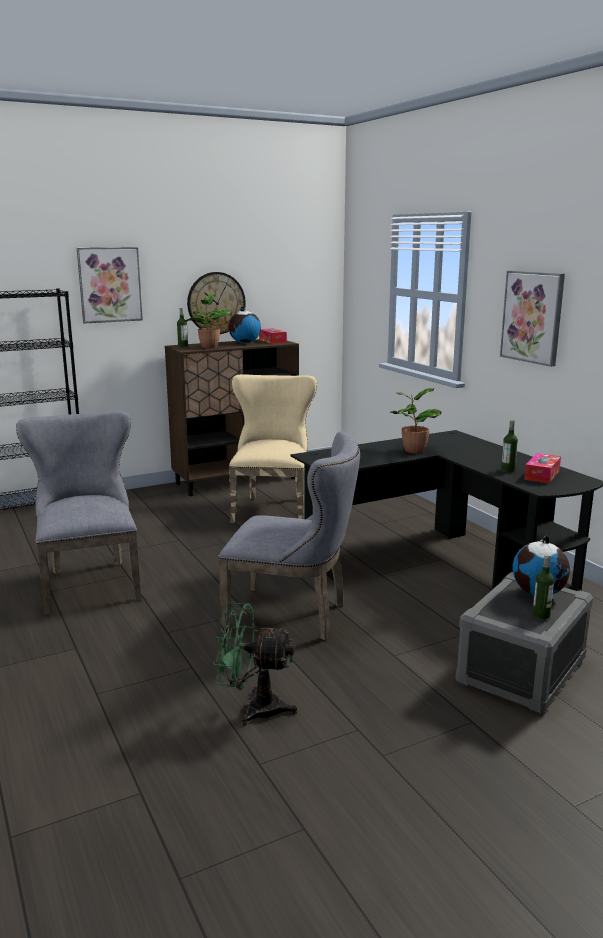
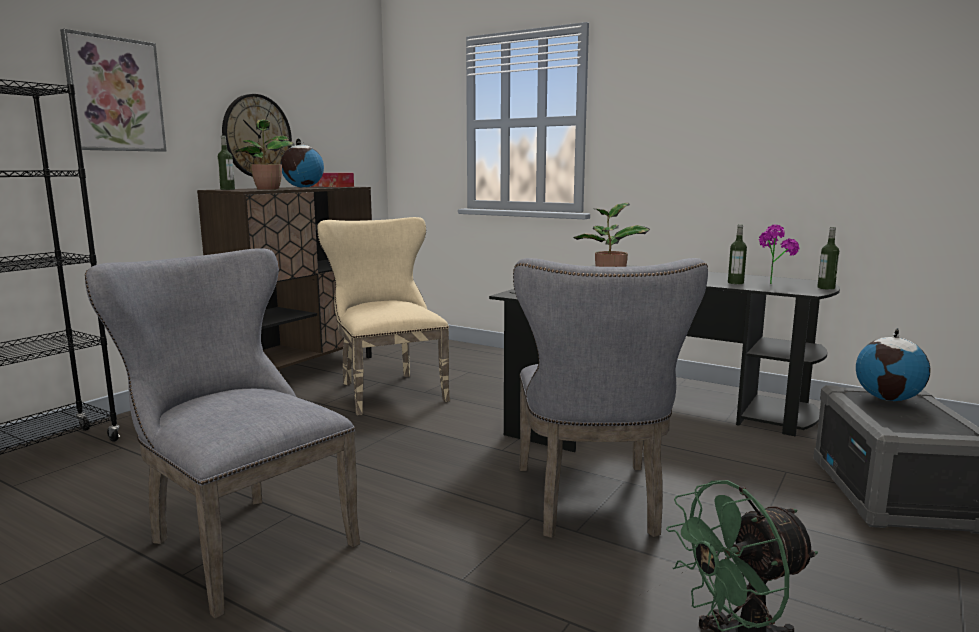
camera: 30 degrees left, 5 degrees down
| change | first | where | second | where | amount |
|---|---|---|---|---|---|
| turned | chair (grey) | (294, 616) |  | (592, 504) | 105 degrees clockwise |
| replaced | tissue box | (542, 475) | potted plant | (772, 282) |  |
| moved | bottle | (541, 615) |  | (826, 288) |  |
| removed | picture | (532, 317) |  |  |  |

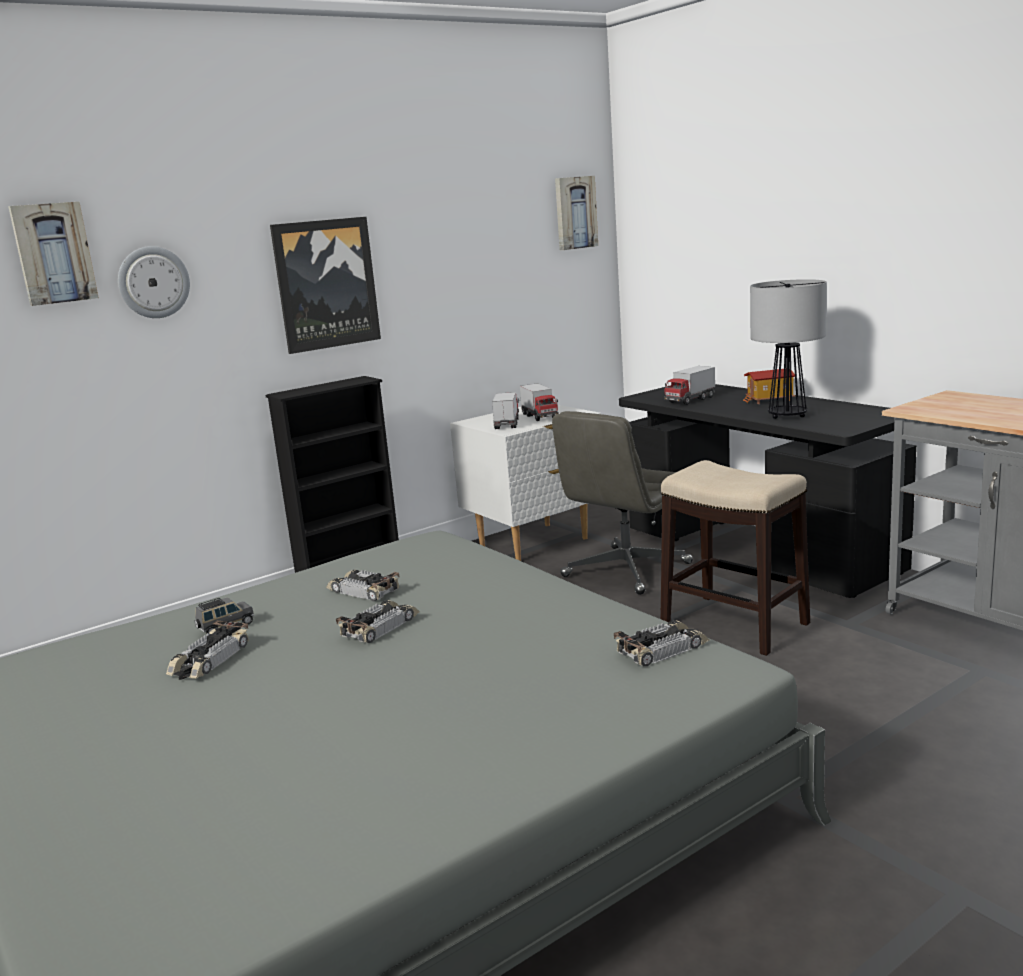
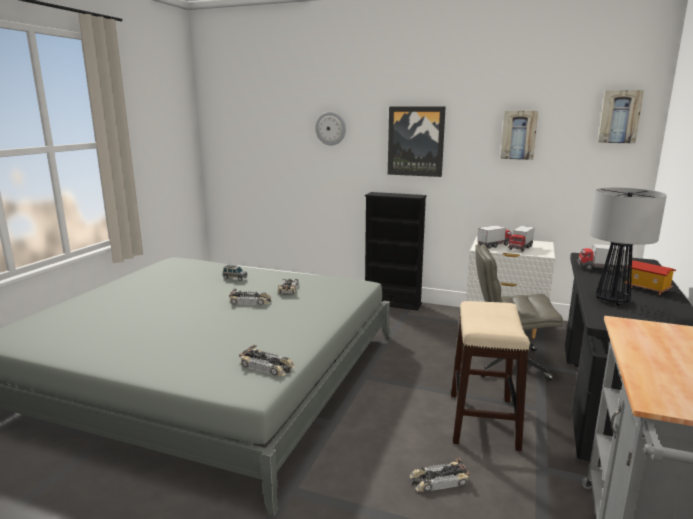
camera: 55 degrees right, 0 degrees up
| change | first | where | second | where | amount |
|---|---|---|---|---|---|
| moved | toy car | (209, 660) |  | (438, 481) |  |
| moved | picture | (53, 253) |  | (518, 135) |  |

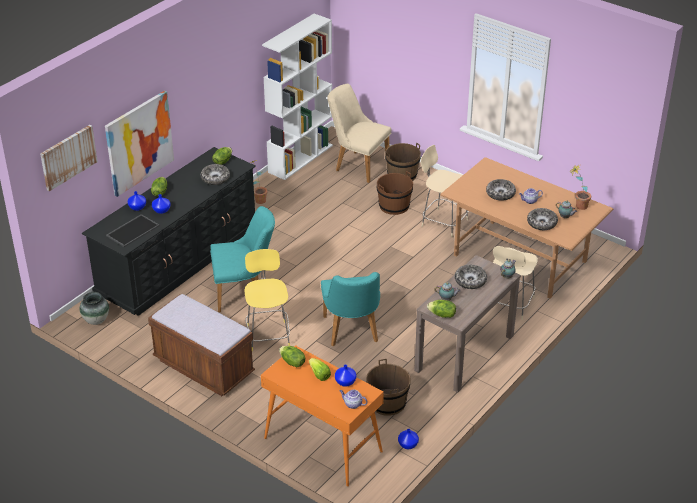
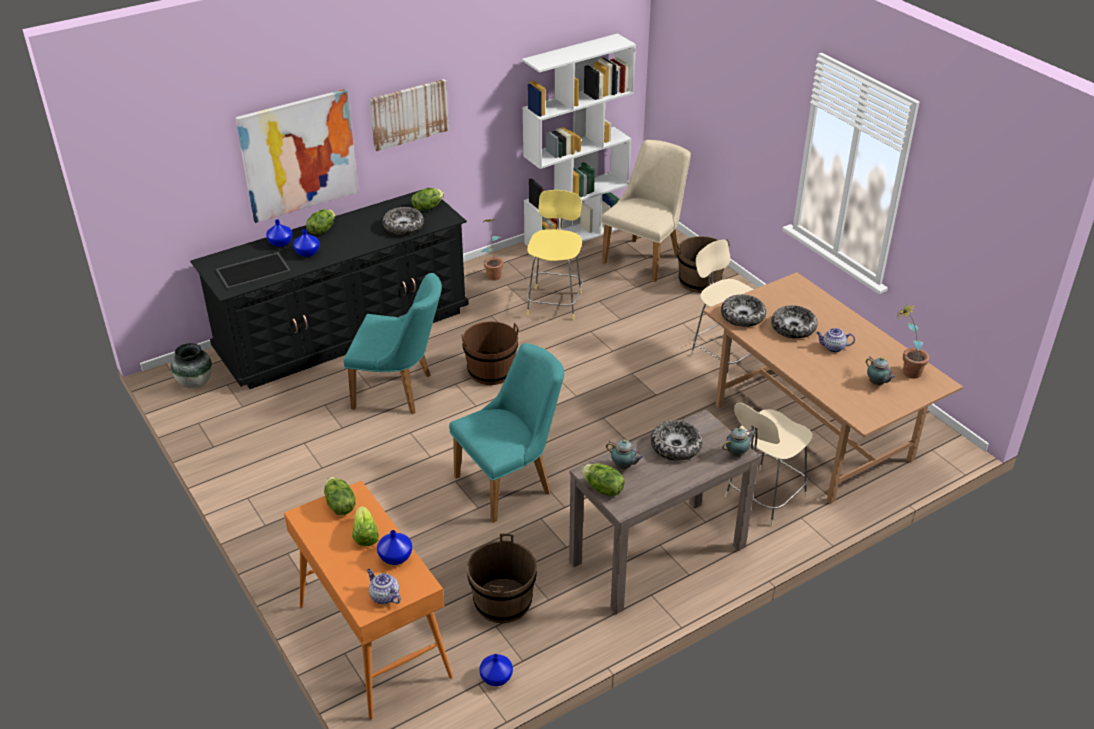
camera: 20 degrees right, 0 degrees up
| change | first | where | second | where | amount |
|---|---|---|---|---|---|
| moved | picture | (68, 157) |  | (409, 114) |  |
| turned | chair (turquoise) | (352, 333) |  | (511, 482) | 135 degrees counterclockwise |
| moved | bucket (brown) | (394, 206) |  | (491, 371) |  |
| moved | stool (yellow) | (268, 335) |  | (554, 302) |  |
| turned | chair (beige) | (357, 165) |  | (646, 256) | 75 degrees clockwise |
| moved | bowl | (541, 223) |  | (742, 316) |  |
| removed | bench (brown) | (203, 367) |  |  |  |

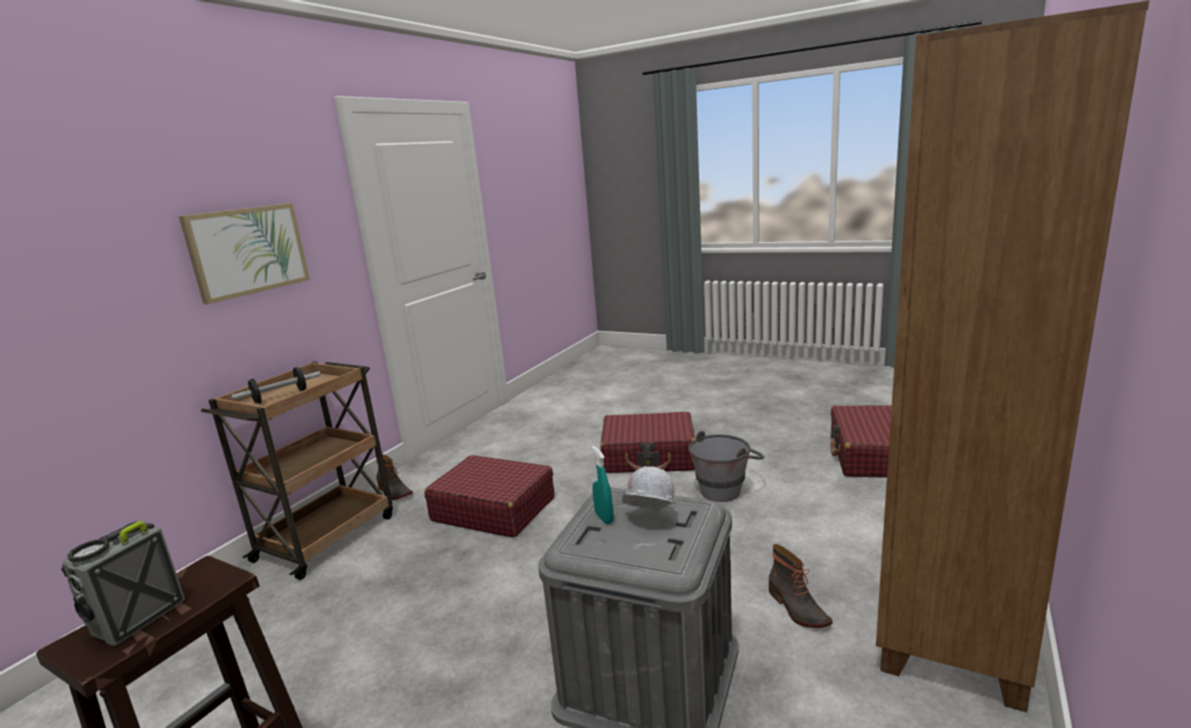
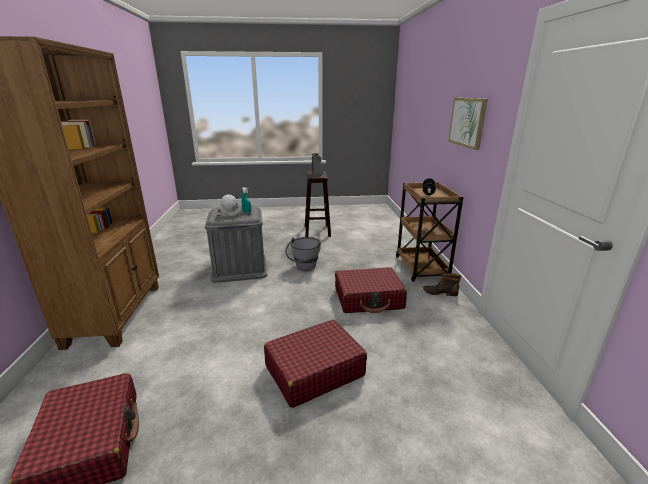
camera: 145 degrees right, 5 degrees up
| change | first | where | second | where | amount |
|---|---|---|---|---|---|
| moved | bucket (grey) | (726, 488) |  | (304, 267) |  |
| removed | boot | (797, 608) |  |  |  |

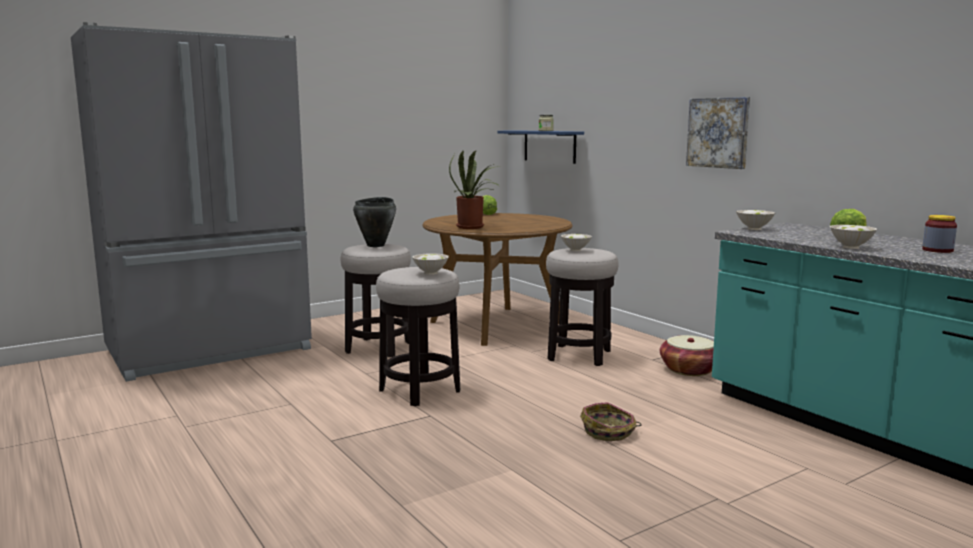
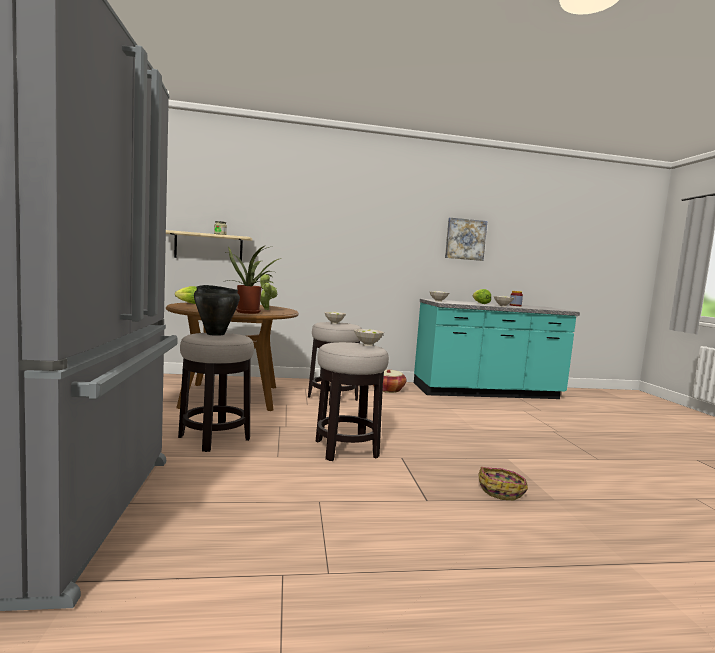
camera: 65 degrees left, 5 degrees down
| change | first | where | second | where | amount |
|---|---|---|---|---|---|
| recoloured | shelf (blue) | (549, 146) | shelf (beige) | (208, 247) |  |
| added |  |  | potted plant | (266, 309) |  |
| moved | picture | (718, 132) |  | (465, 239) |  |
| moved | basket | (609, 432) |  | (501, 490) |  |

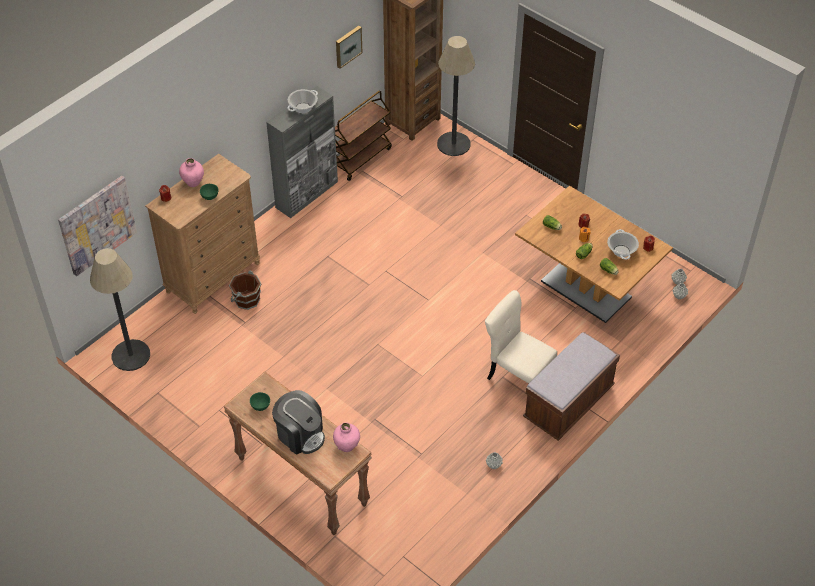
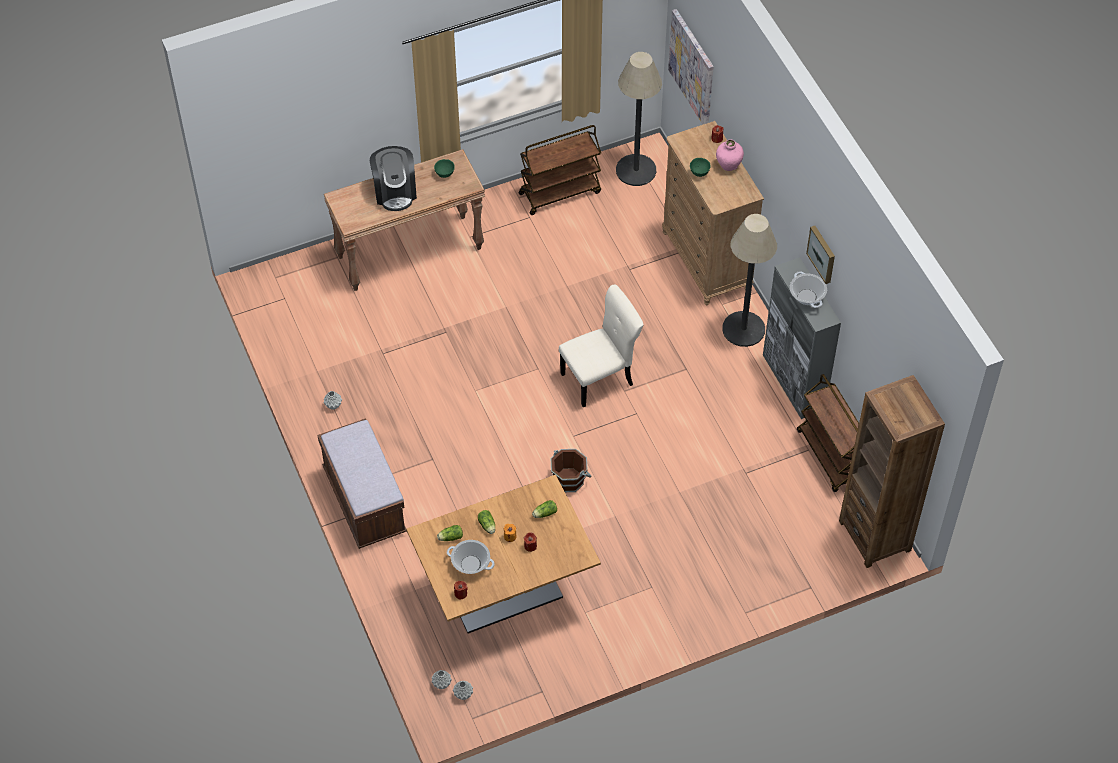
camera: 115 degrees right, 5 degrees up
| change | first | where | second | where | amount |
|---|---|---|---|---|---|
| turned | coffee machine | (300, 434) |  | (395, 191) | 75 degrees counterclockwise |
| added |  |  | cart (brown) | (560, 192) |  |
| moved | bucket (brown) | (246, 300) |  | (569, 479) |  |
| moved | chair (beige) | (517, 376) |  | (600, 378) |  |
| moved | floor lamp | (453, 144) |  | (743, 329) |  |
| moved | picture | (347, 46) |  | (822, 254) |  |
| removed | vase (pink) | (347, 446) |  |  |  |

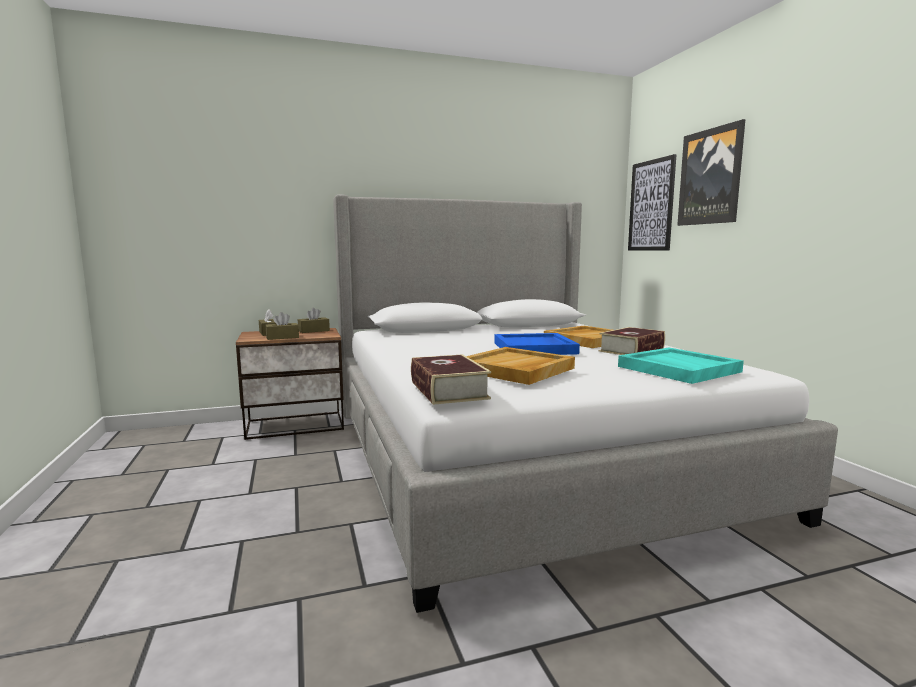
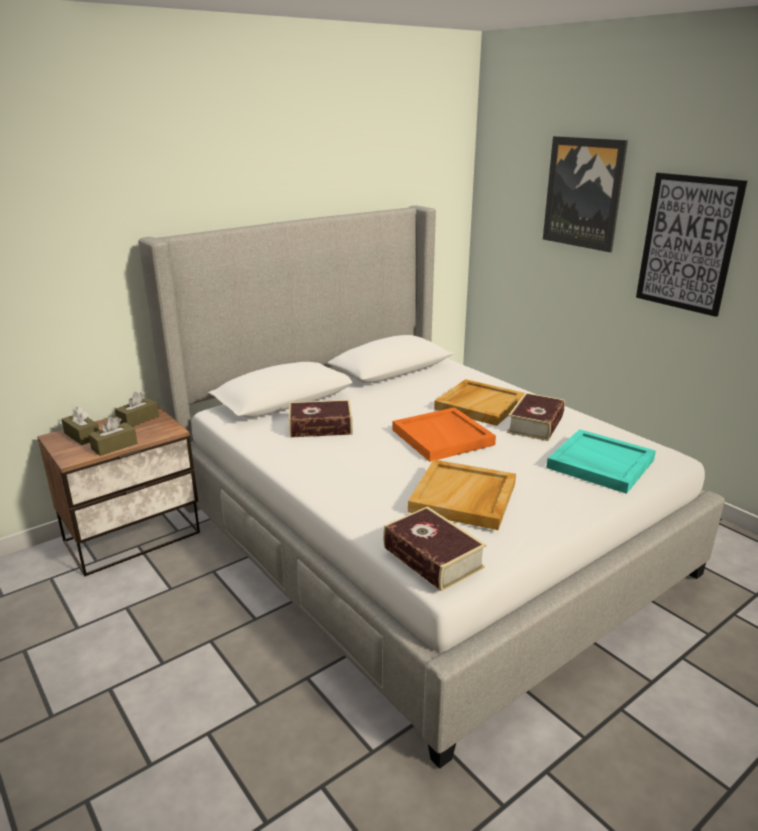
camera: 20 degrees left, 15 degrees up
| change | first | where | second | where | amount |
|---|---|---|---|---|---|
| added |  |  | book | (320, 427) |  |
| recoloured | tray (blue) | (535, 348) | tray (orange) | (443, 437) |  |
| moved | picture | (651, 205) |  | (687, 243) |  |

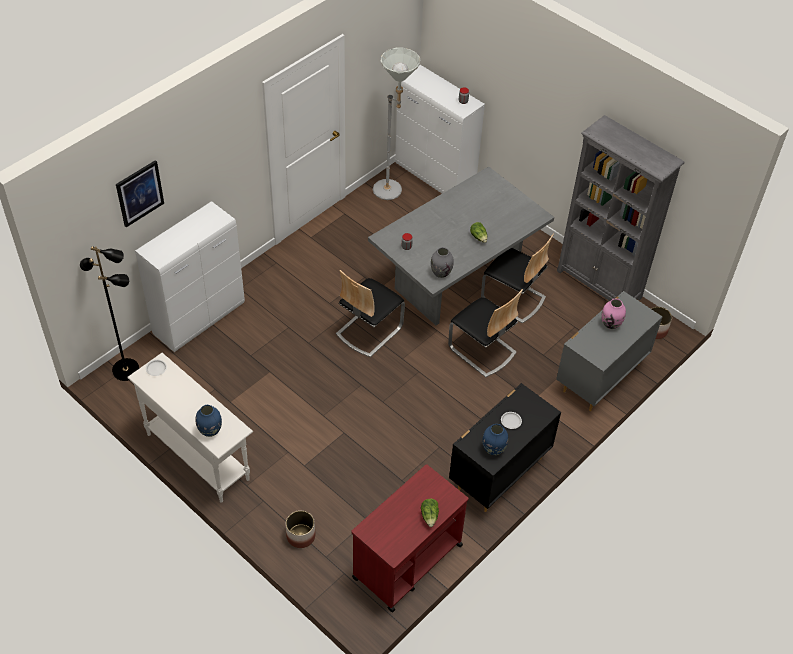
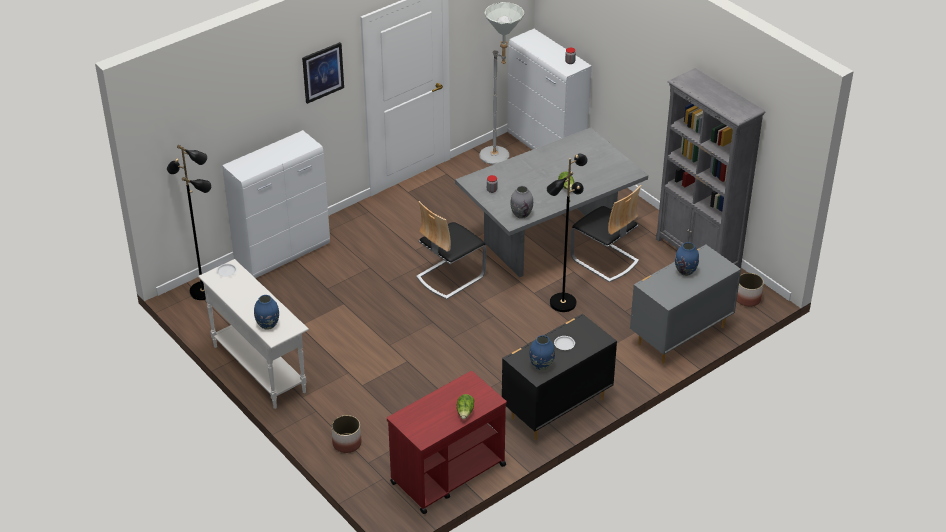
camera: 10 degrees right, 10 degrees down
| change | first | where | second | where | amount |
|---|---|---|---|---|---|
| moved | picture | (139, 193) |  | (322, 72) |  |
| replaced | chair | (482, 350) | floor lamp (black) | (562, 302) |  |
| recoloured | vase (pink) | (611, 324) | vase (blue) | (685, 271) |  |

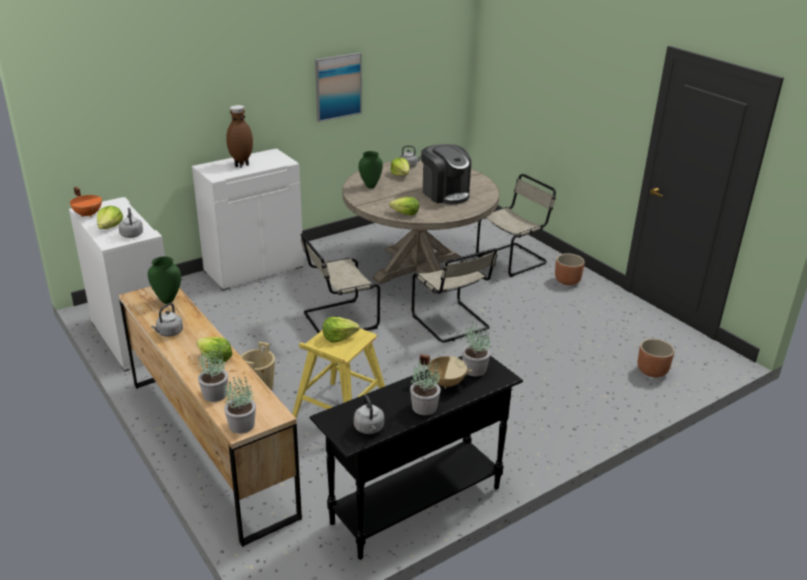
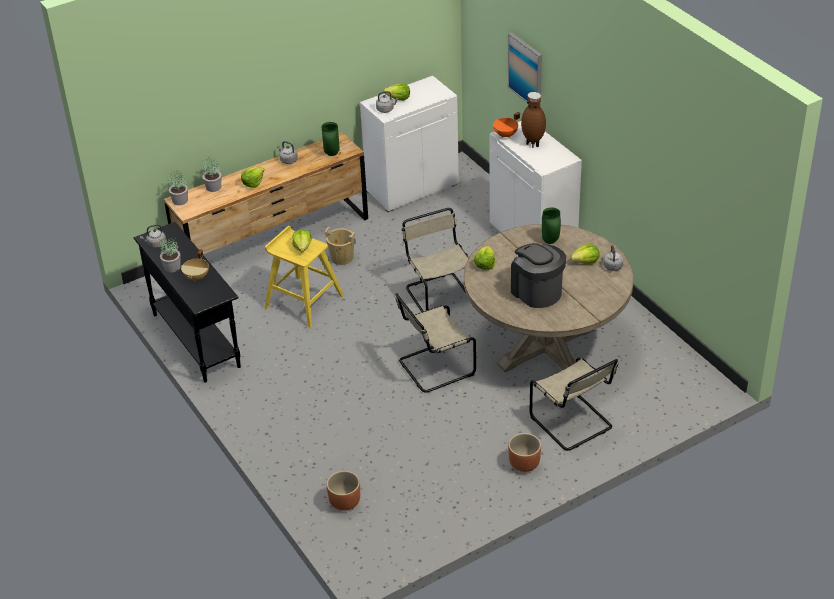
camera: 95 degrees right, 10 degrees up
| change | first | where | second | where | amount |
|---|---|---|---|---|---|
| moved | cooking pot (orange) | (88, 214) |  | (506, 135) |  |
| moved | picture | (338, 86) |  | (526, 70) |  |
| turned | coffee machine | (445, 194) |  | (536, 291) | 90 degrees clockwise |
| removed | potted plant | (474, 369) |  |  |  |

